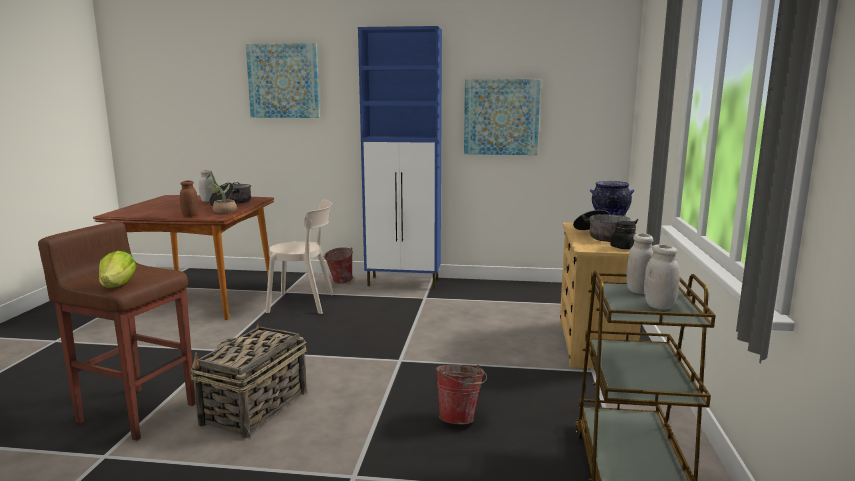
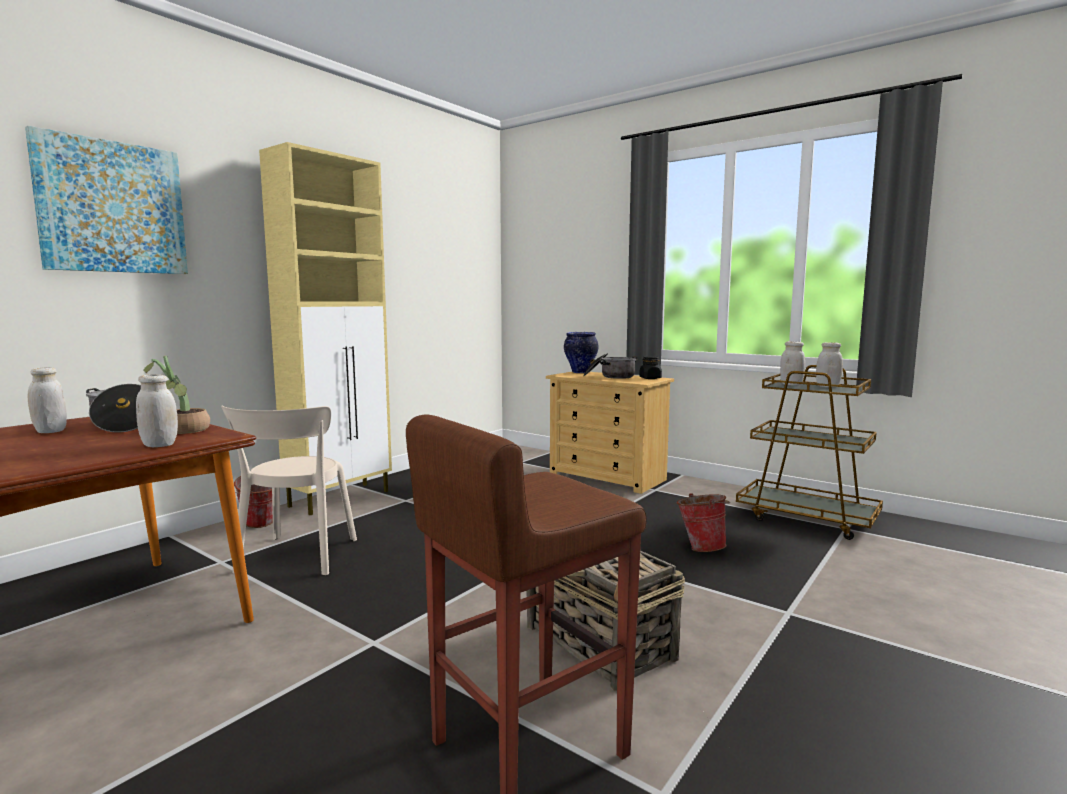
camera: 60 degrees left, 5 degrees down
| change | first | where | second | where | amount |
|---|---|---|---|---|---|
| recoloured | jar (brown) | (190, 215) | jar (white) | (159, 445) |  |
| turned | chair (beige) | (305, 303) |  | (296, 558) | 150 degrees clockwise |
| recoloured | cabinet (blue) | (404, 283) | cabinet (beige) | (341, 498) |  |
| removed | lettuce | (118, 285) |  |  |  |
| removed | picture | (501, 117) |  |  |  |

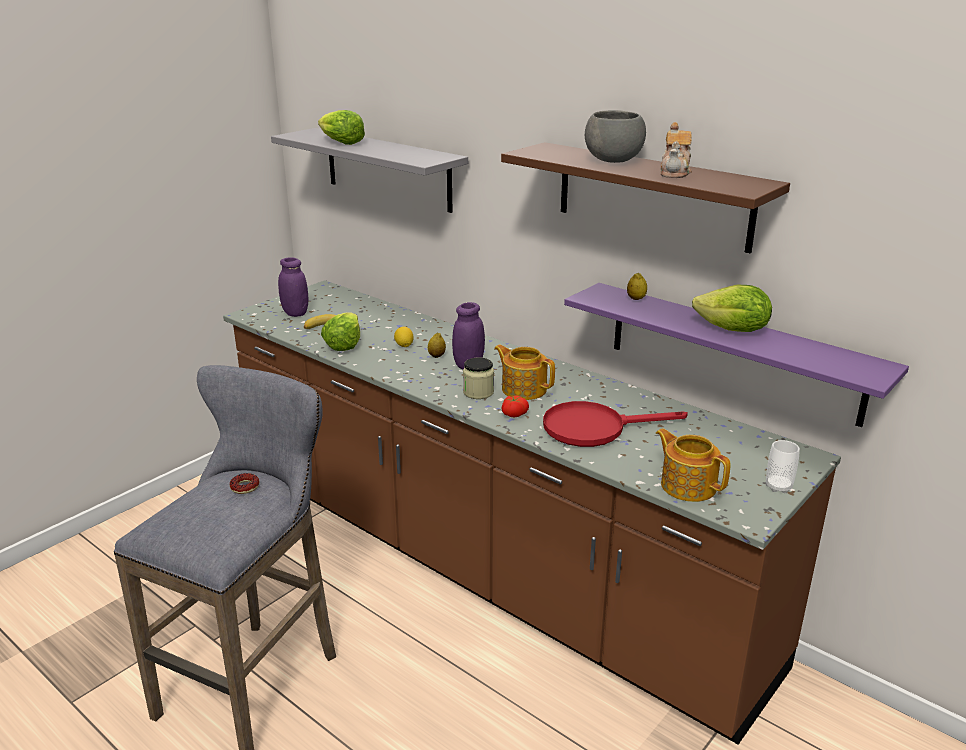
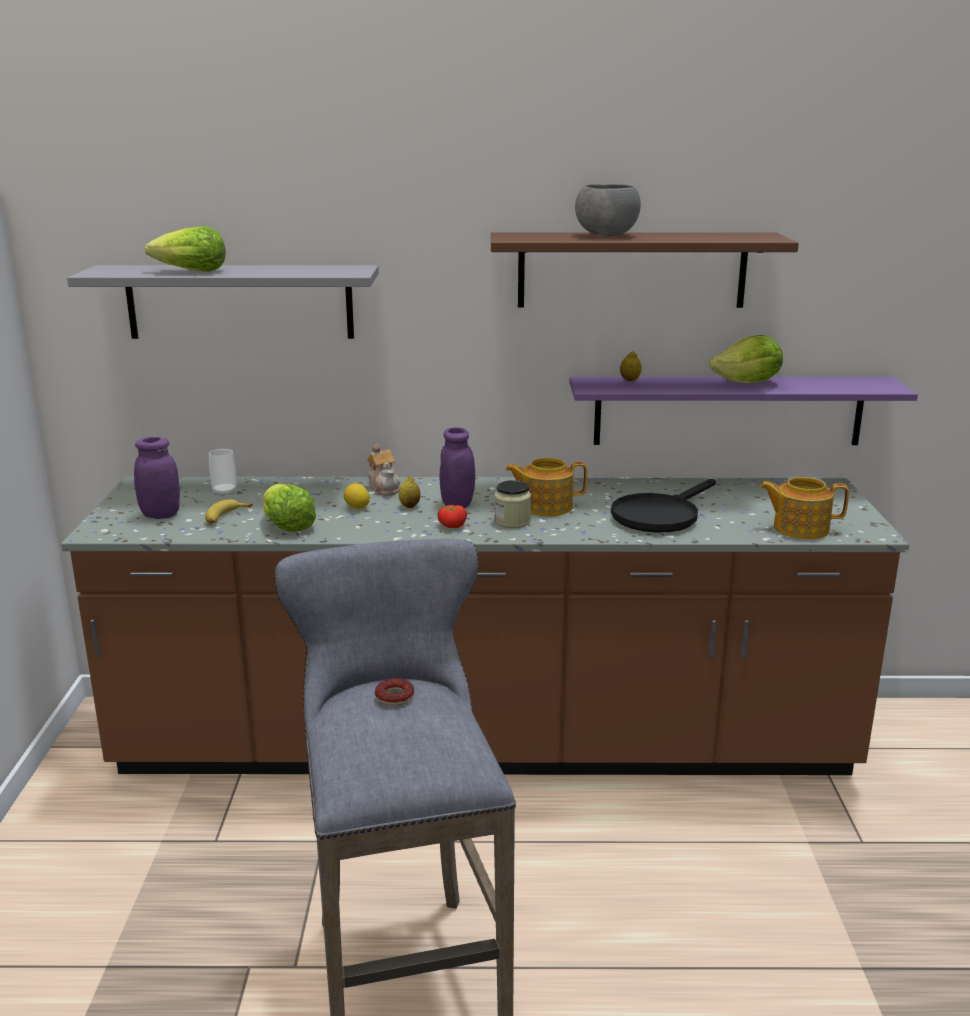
camera: 40 degrees left, 5 degrees down
| change | first | where | second | where | amount |
|---|---|---|---|---|---|
| moved | cup | (778, 487) |  | (224, 492) |  |
| moved | teapot | (675, 172) |  | (384, 488) |  |
| moved | tomato | (513, 414) |  | (451, 526) |  |
| recoloured | frying pan (red) | (595, 428) | frying pan (black) | (660, 515) |  |

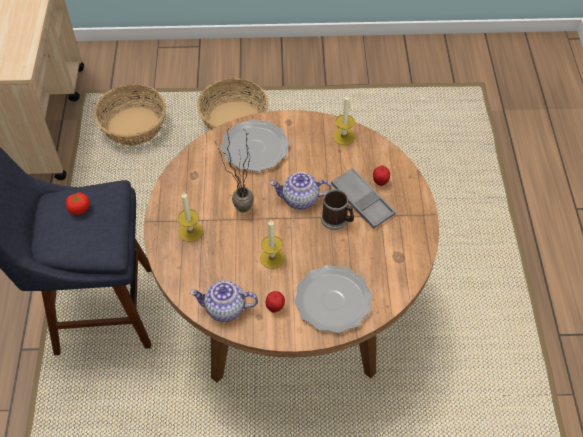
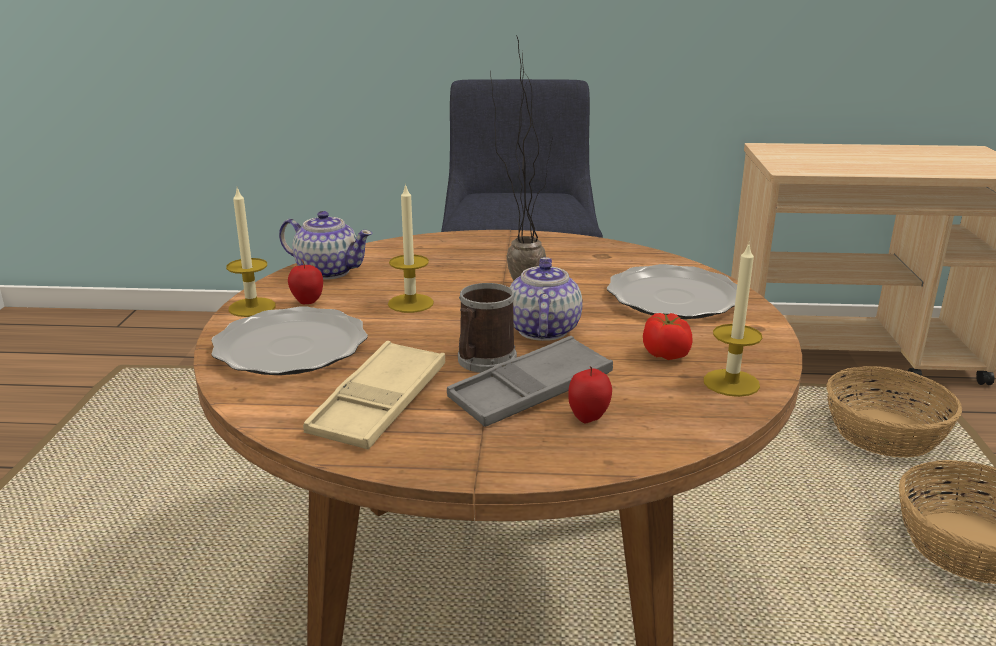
camera: 95 degrees right, 30 degrees down
| change | first | where | second | where | amount |
|---|---|---|---|---|---|
| moved | candle | (190, 231) |  | (252, 307) |  |
| turned | teapot | (226, 309) |  | (328, 271) | 105 degrees clockwise |
| added |  |  | tray (beige) | (379, 404) |  |
| moved | tomato | (79, 209) |  | (665, 355) |  |

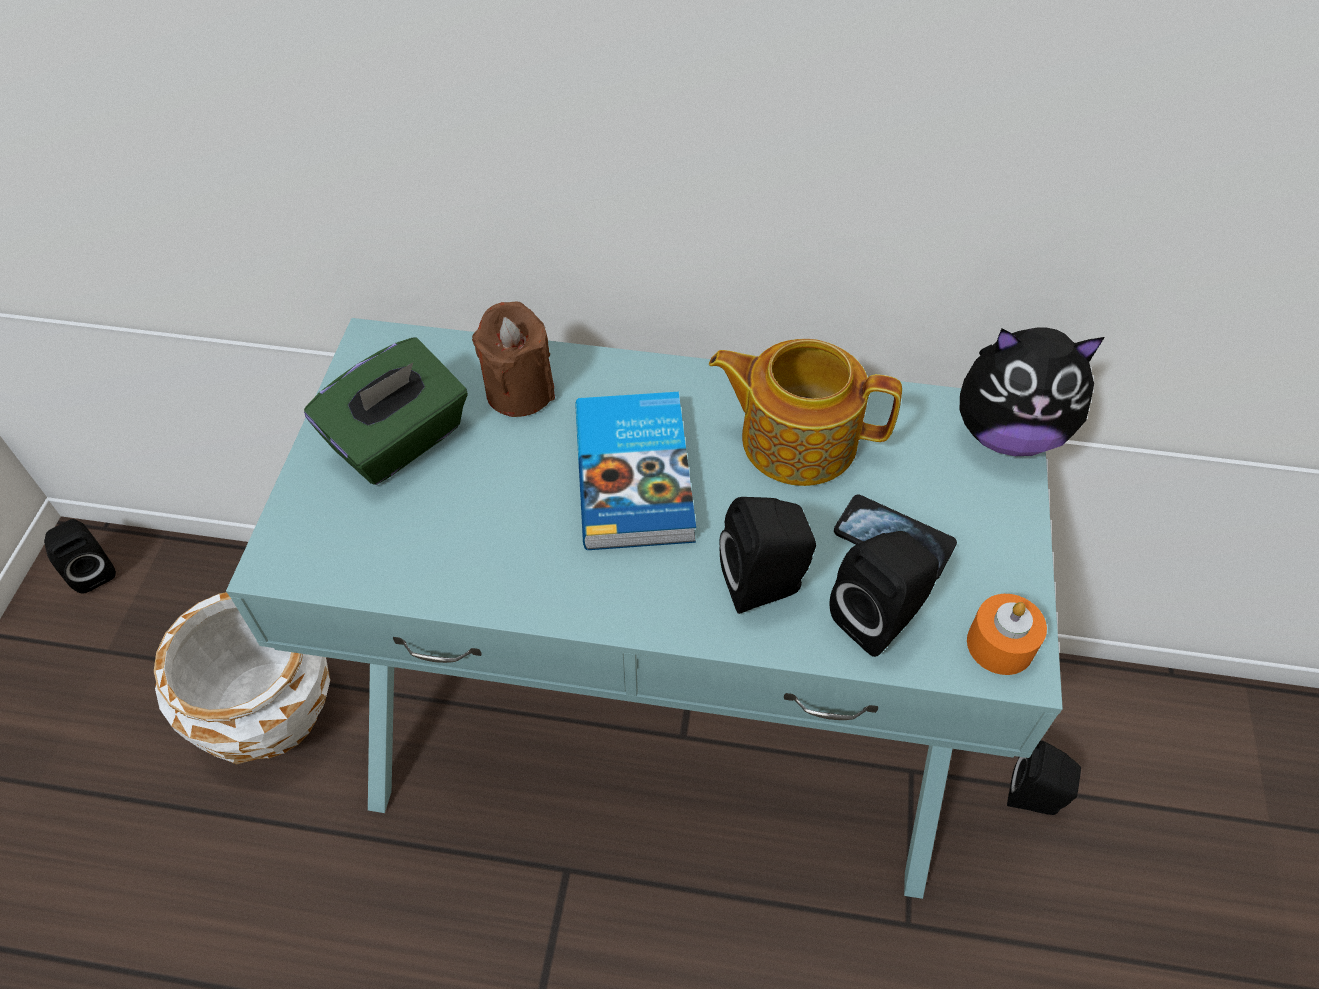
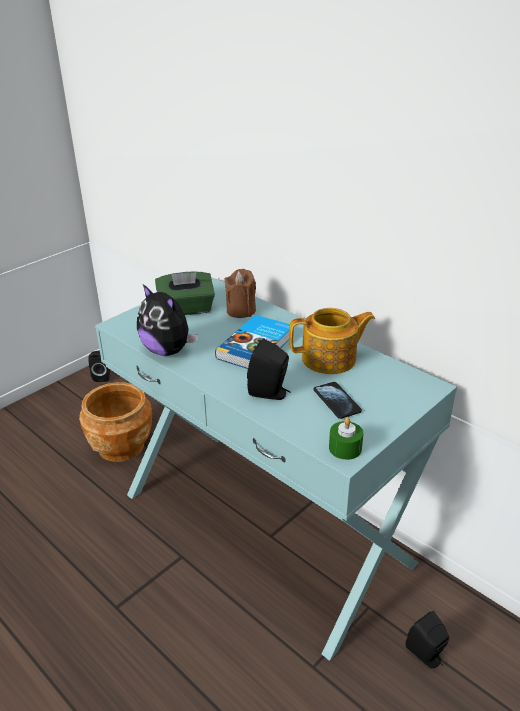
camera: 35 degrees right, 20 degrees down
| change | first | where | second | where | amount |
|---|---|---|---|---|---|
| recoloured | planter (white) | (268, 711) | planter (brown) | (121, 445) |  |
| moved | plush toy | (1007, 433) |  | (168, 350) |  |
| turned | teapot | (796, 438) |  | (330, 359) | 120 degrees clockwise |
| recoloured | candle (orange) | (1000, 645) | candle (green) | (345, 448) |  |
| removed | speaker (black) | (879, 617) |  |  |  |

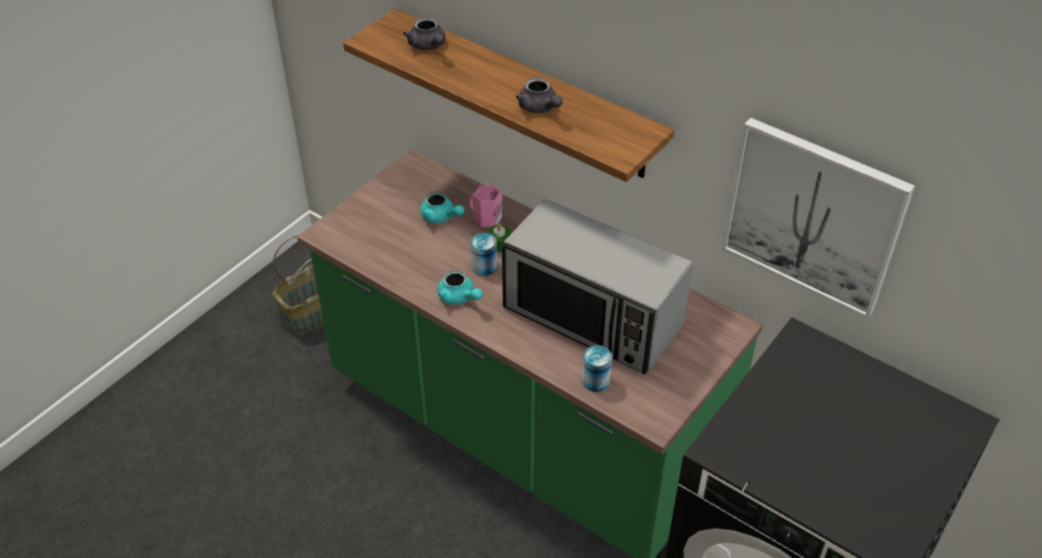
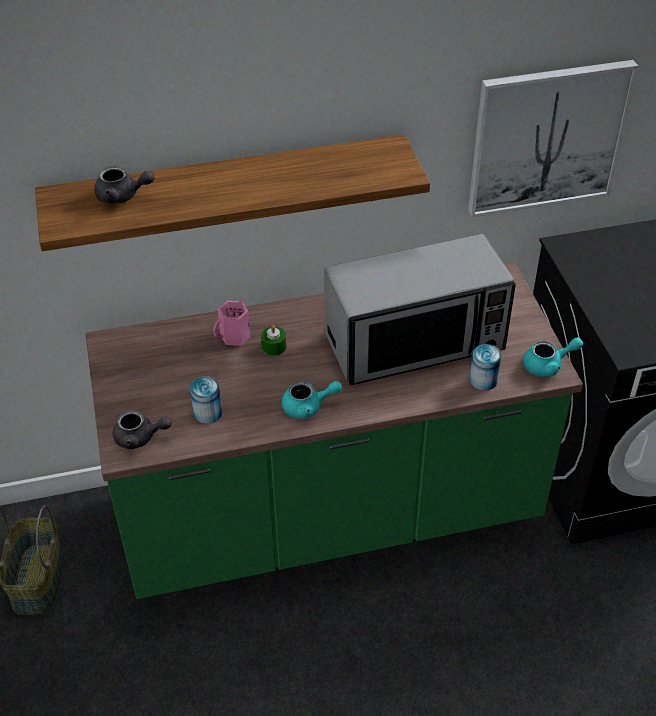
camera: 50 degrees left, 0 degrees up
| change | first | where | second | where | amount |
|---|---|---|---|---|---|
| moved | teapot (grey) | (539, 108) |  | (140, 438) |  |
| moved | can | (484, 266) |  | (207, 413) |  |
| moved | teapot (turquoise) | (441, 217) |  | (548, 365) |  |

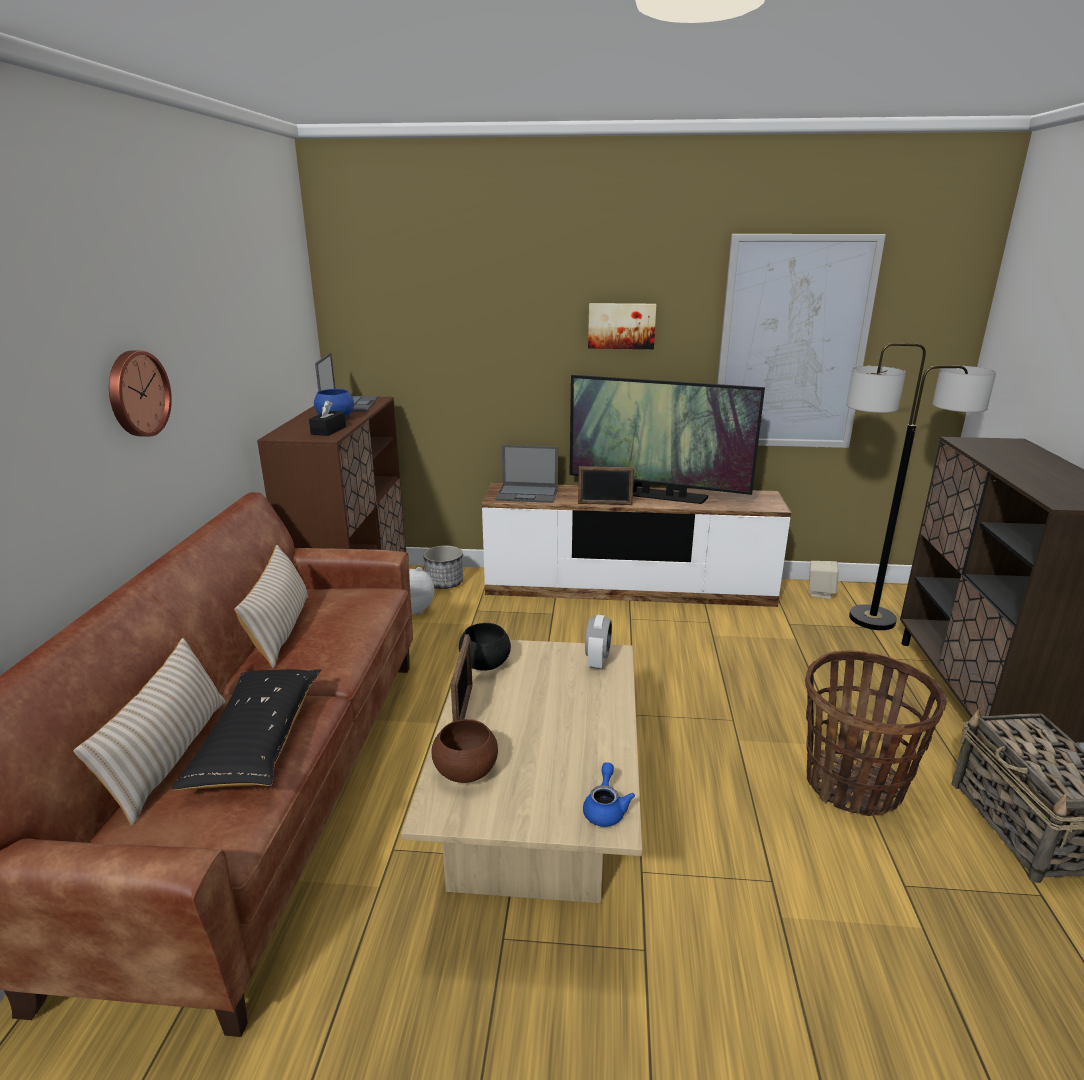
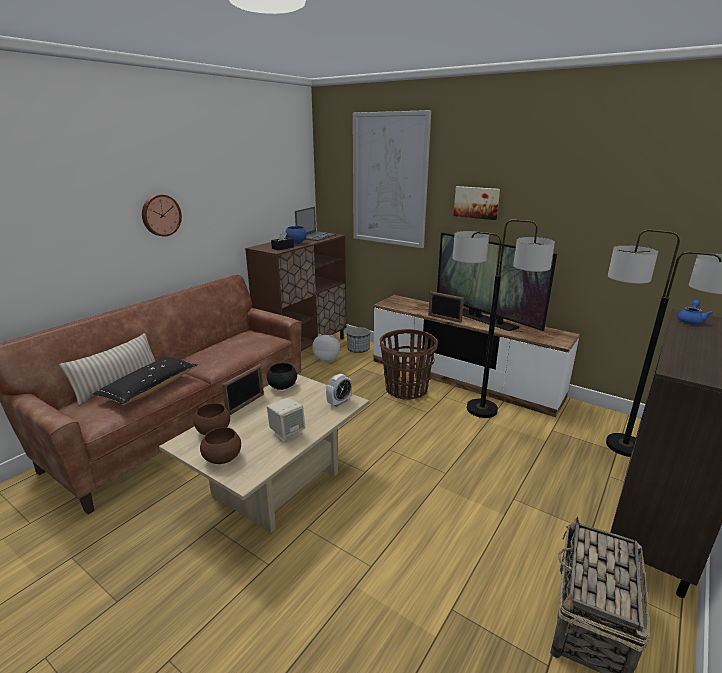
camera: 30 degrees right, 0 degrees up
| change | first | where | second | where | amount |
|---|---|---|---|---|---|
| added |  |  | bowl (brown) | (223, 458) |  |
| moved | speaker (beige) | (820, 593) |  | (287, 433) |  |
| moved | picture | (792, 345) |  | (389, 180) |  |
| moved | basket | (853, 785) |  | (406, 390) |  |
| added |  |  | floor lamp | (481, 409) |  |
| moved | teapot (blue) | (605, 809) |  | (690, 320) |  |
| removed | pillow (beige) | (281, 630) |  |  |  |
| removed | laptop | (528, 494) |  |  |  |

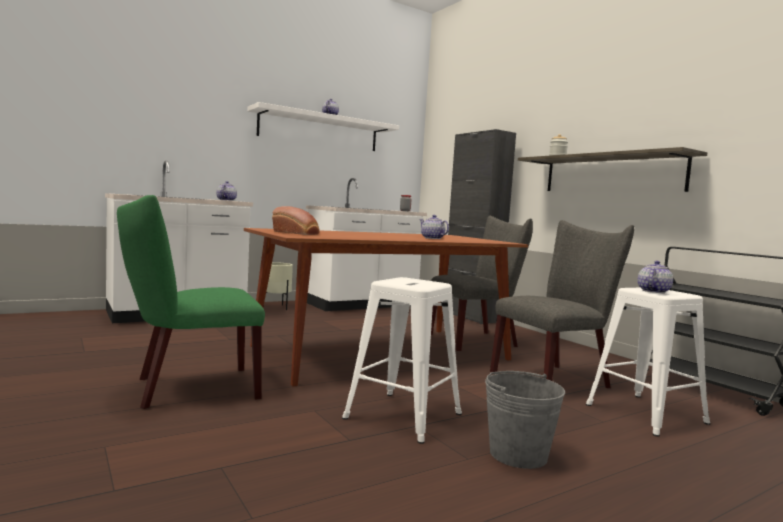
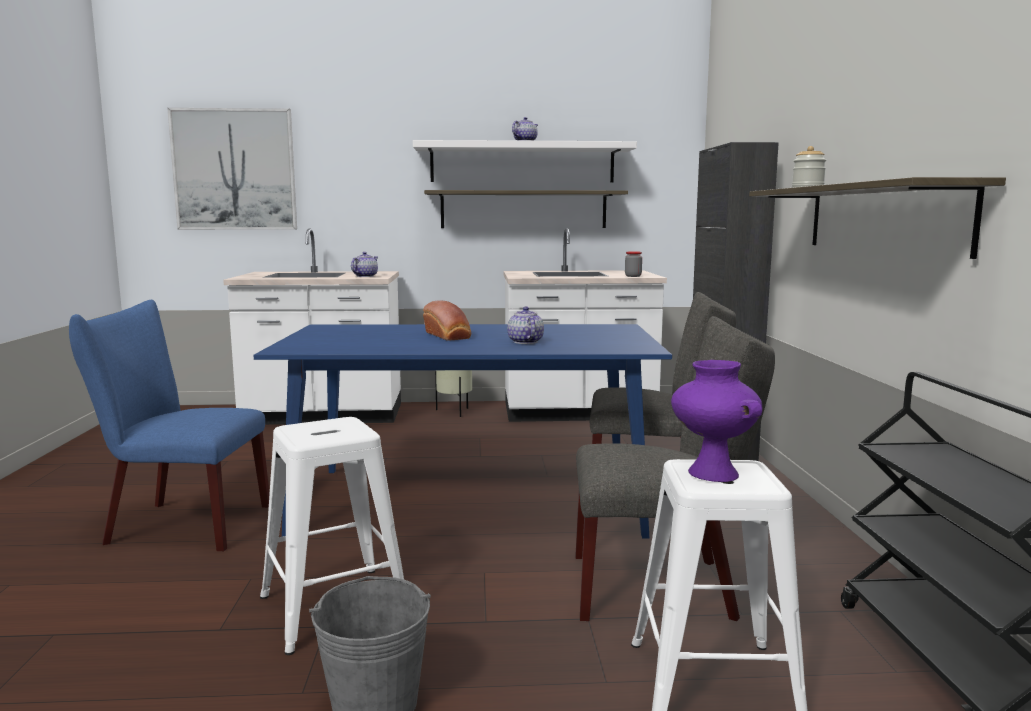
camera: 30 degrees right, 5 degrees up
| change | first | where | second | where | amount |
|---|---|---|---|---|---|
| recoloured | chair (green) | (189, 388) | chair (blue) | (179, 524) |  |
| added |  |  | picture | (234, 170) |  |
| recoloured | dining table (brown) | (381, 353) | dining table (blue) | (469, 501) |  |
| moved | bread | (297, 233) |  | (448, 336) |  |
| added |  |  | shelf | (523, 209) |  |
| replaced | teapot | (653, 291) | vase (purple) | (711, 473) |  |

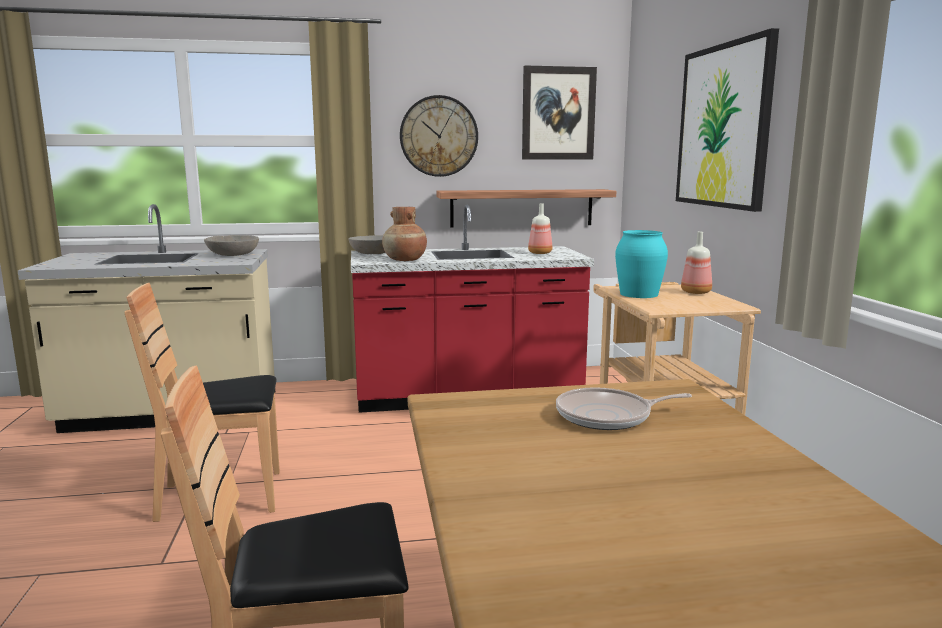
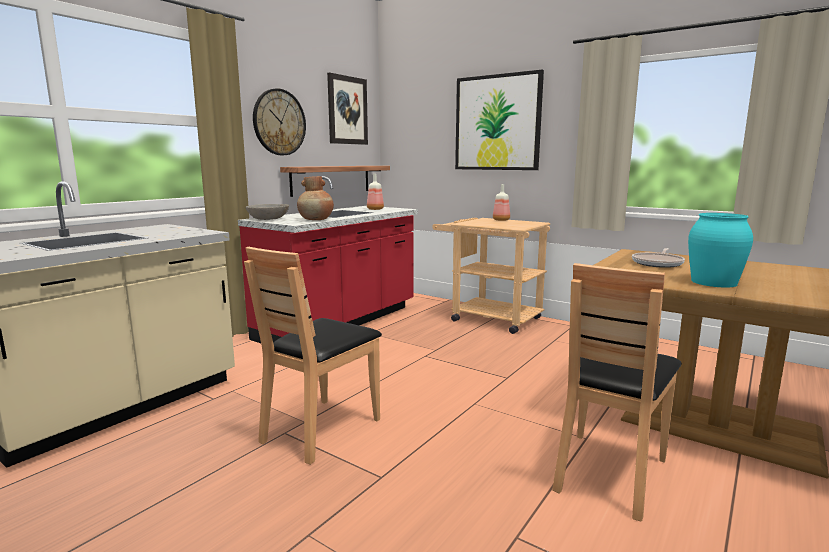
camera: 45 degrees left, 0 degrees up
| change | first | where | second | where | amount |
|---|---|---|---|---|---|
| moved | vase (turquoise) | (639, 294) |  | (713, 282) |  |
| removed | bowl (grey) | (232, 254) |  |  |  |

